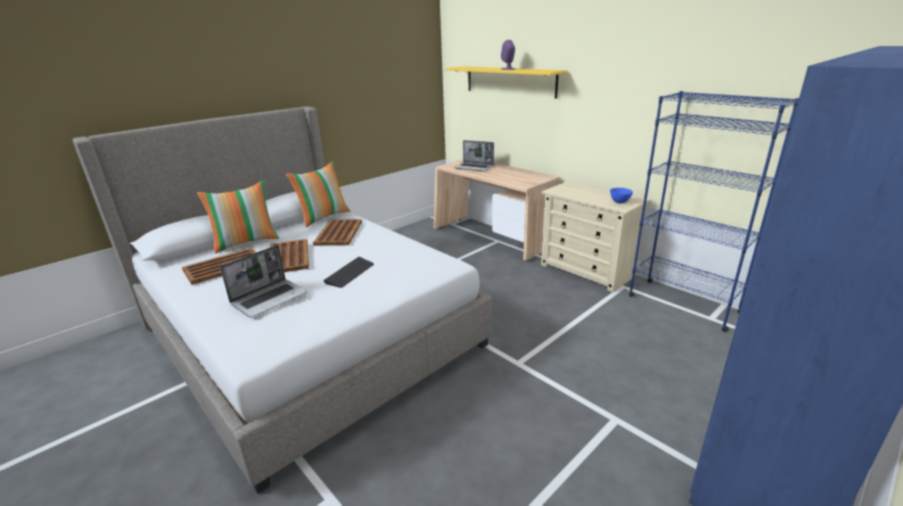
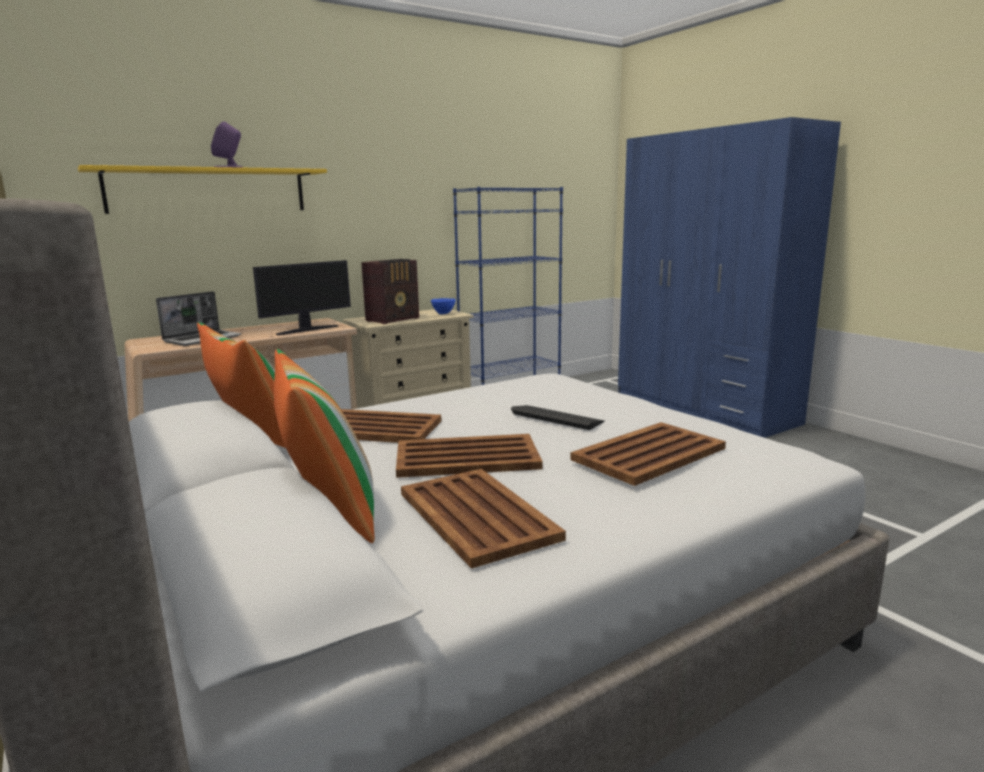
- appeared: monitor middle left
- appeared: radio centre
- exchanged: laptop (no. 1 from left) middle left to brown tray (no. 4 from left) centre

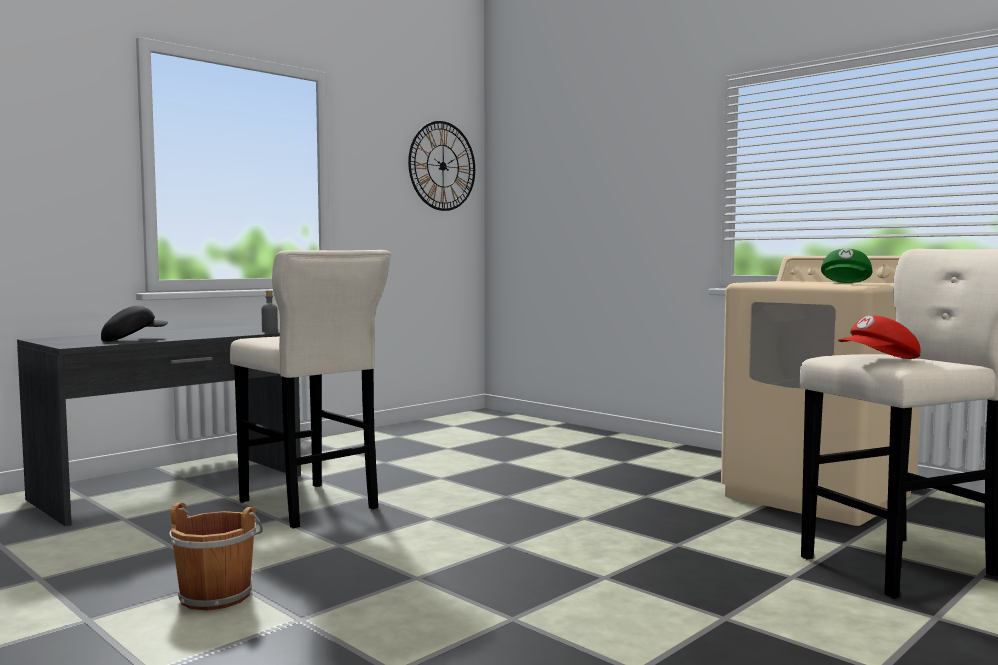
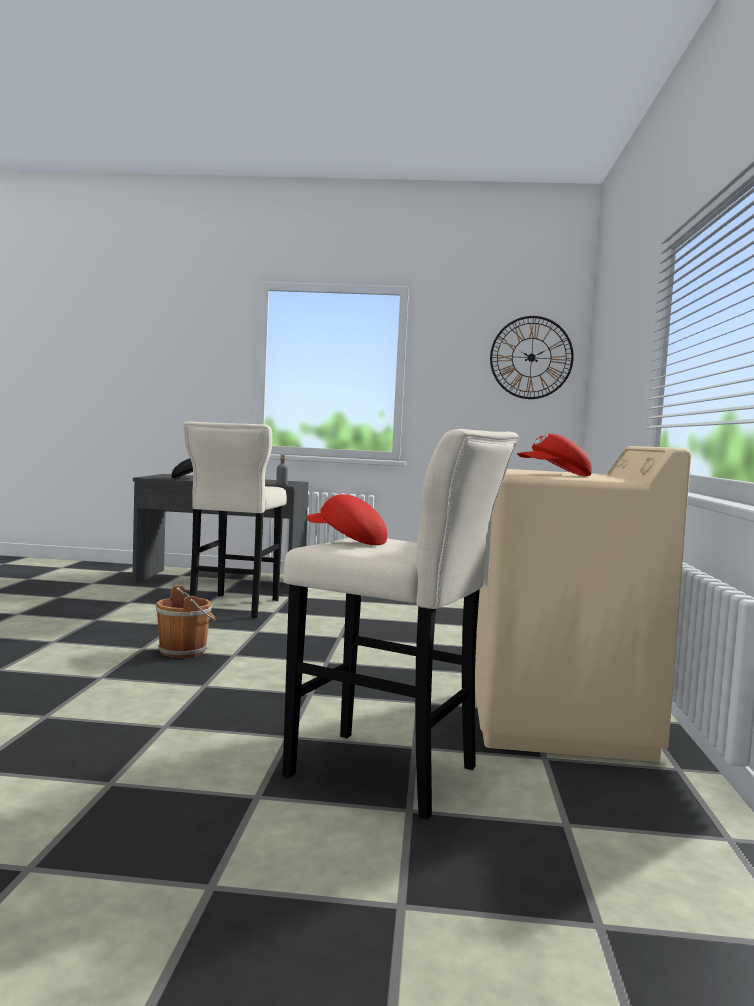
- relocated: brown bucket bottom left to middle left
- colour: green cap middle right to red cap (no. 2 from left) middle right

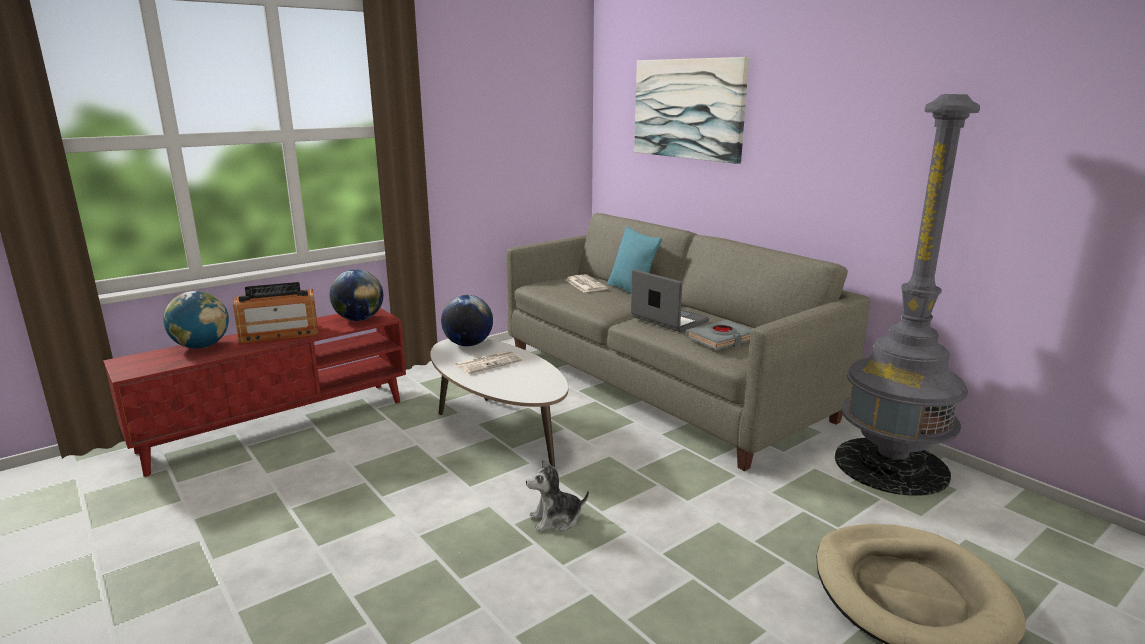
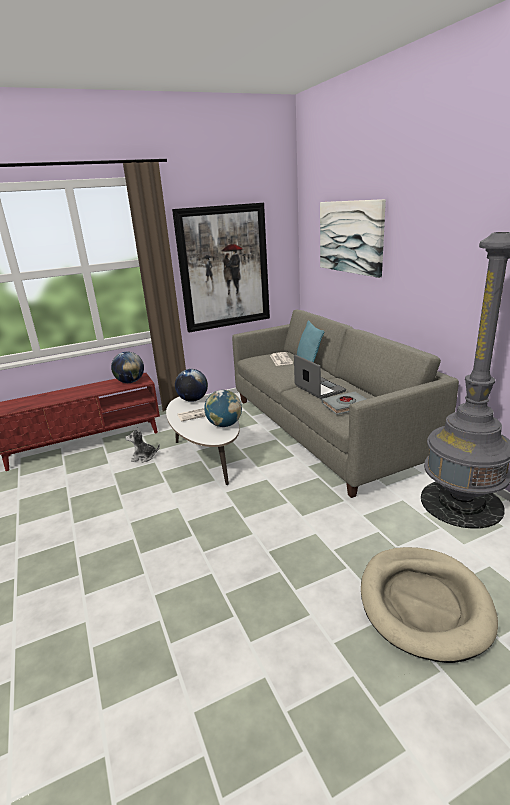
- missing: radio middle left
- appeared: picture (no. 1 from left) top centre
- relocated: globe (no. 1 from left in the first image) middle left to globe (no. 3 from left) centre
- relocated: plush toy bottom centre to middle left

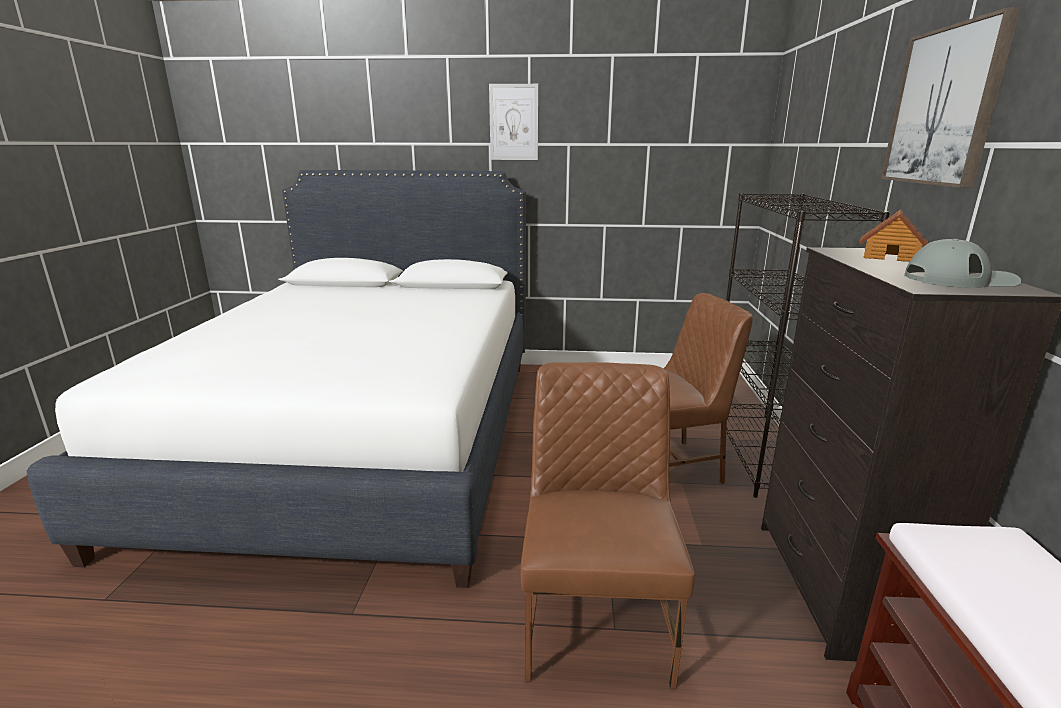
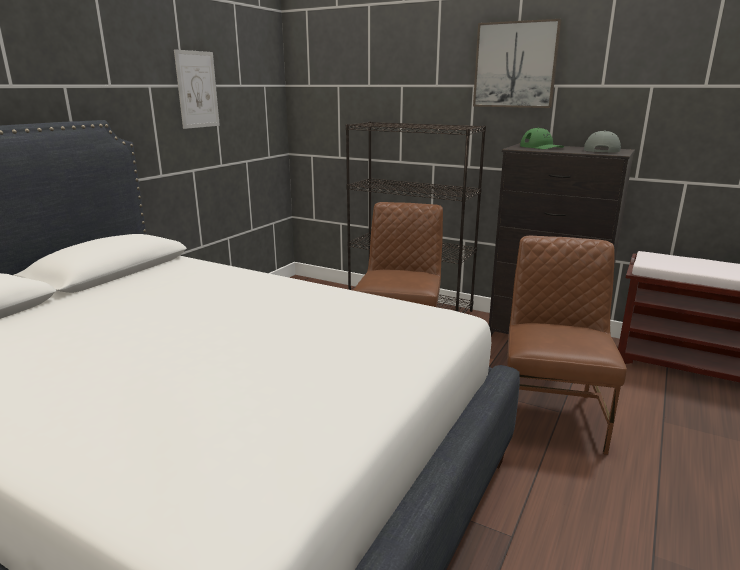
- relocated: picture (no. 1 from left) top centre to top left
- exchanged: toy house middle right to green cap top right
- spun: brown chair (no. 1 from left in the first image) bottom centre = middle right 75 degrees clockwise

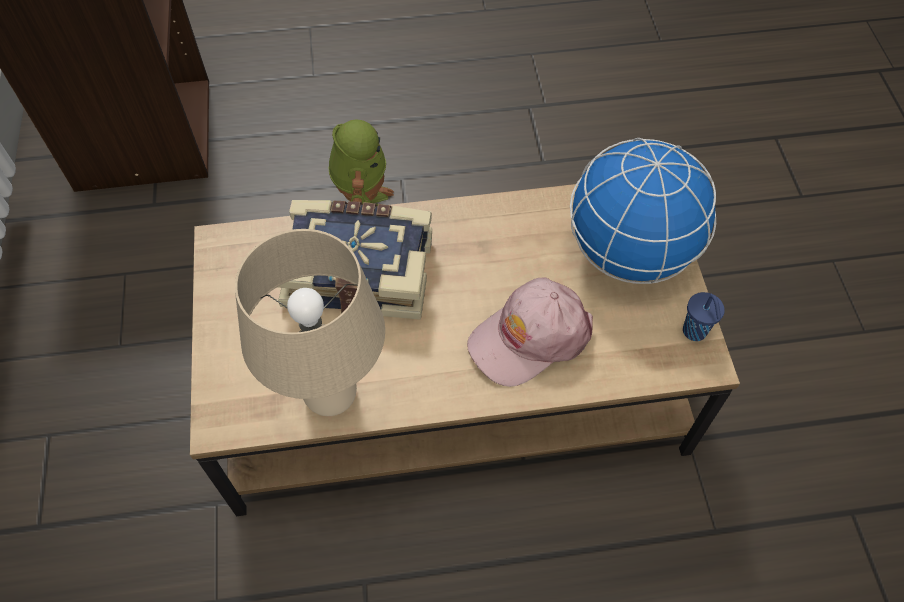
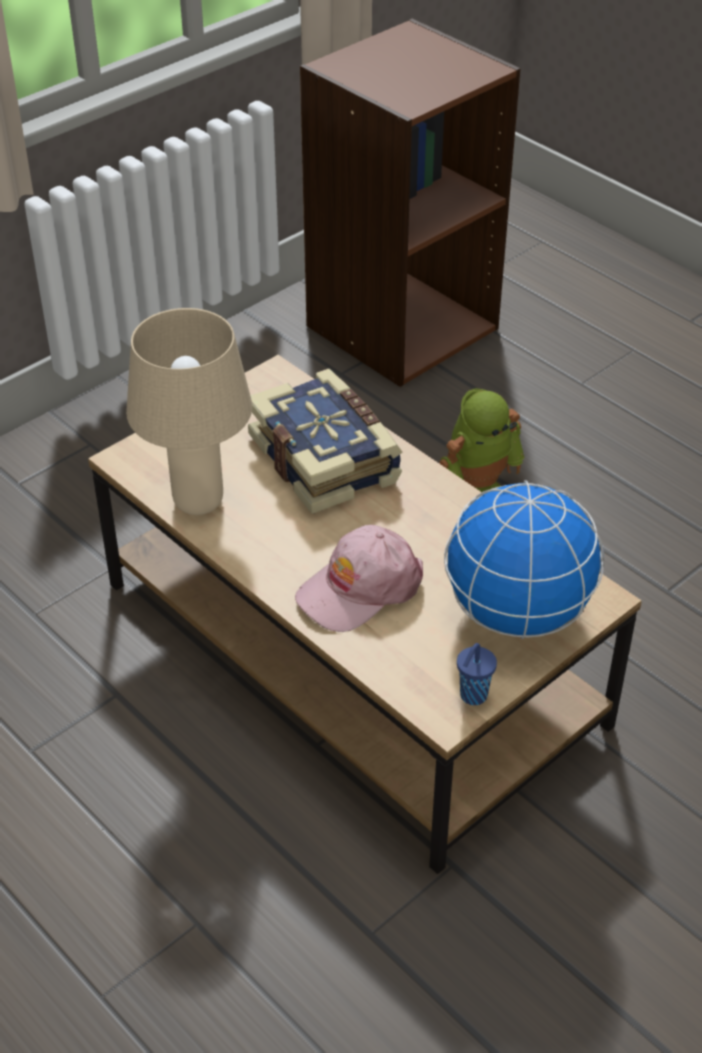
- spun: pink cap centre = centre 60 degrees counterclockwise

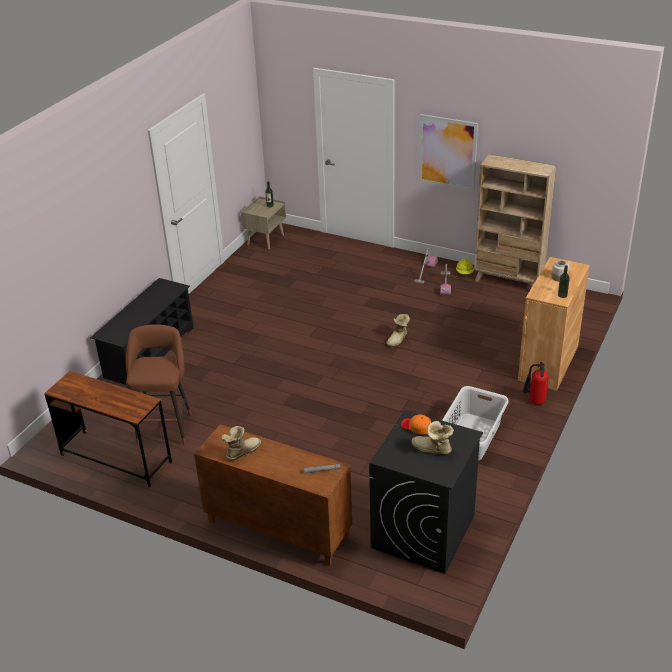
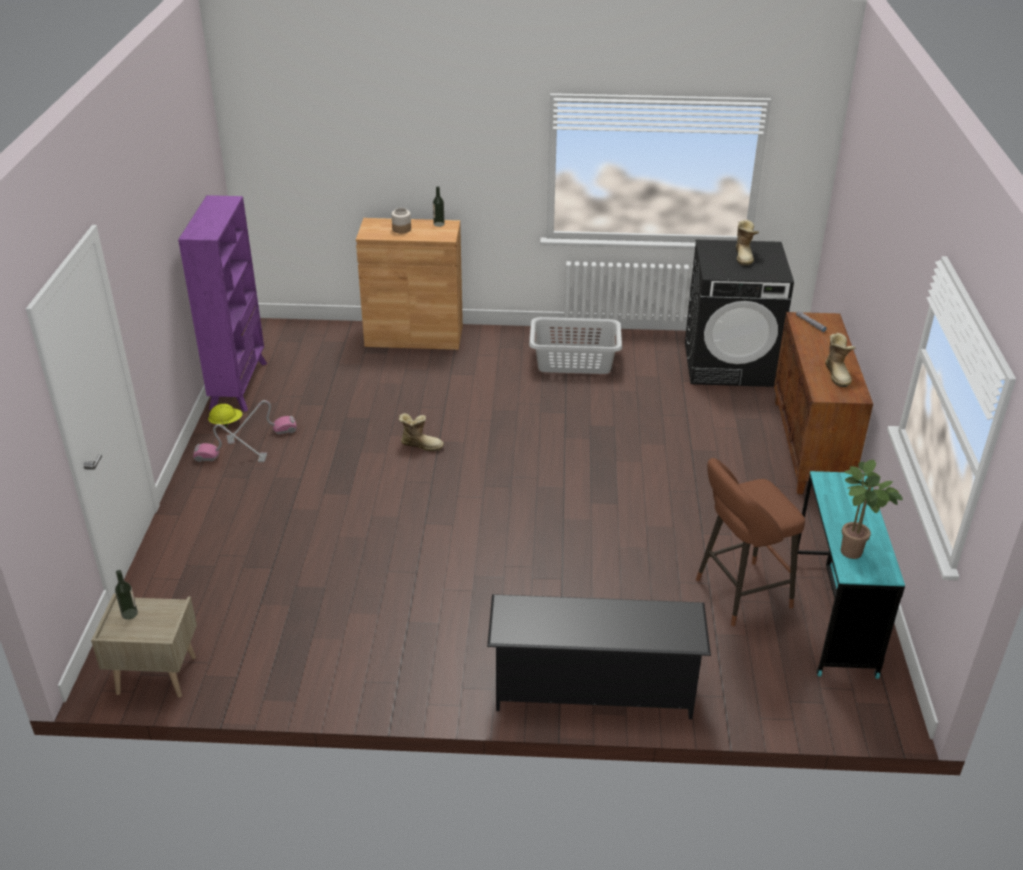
- missing: orange cap centre
- missing: picture top right
- missing: fire extinguisher middle right
- appeared: potted plant middle right
- colour: brown desk middle left to turquoise desk middle right
- colour: beige bookcase top right to purple bookcase middle left
- spun: boot (no. 1 from left in the first image) centre = middle right 120 degrees counterclockwise

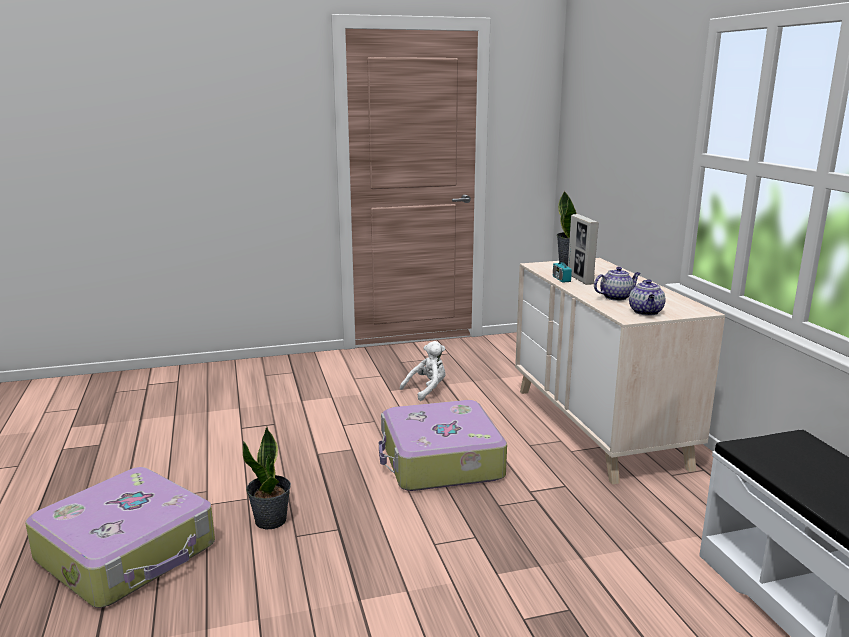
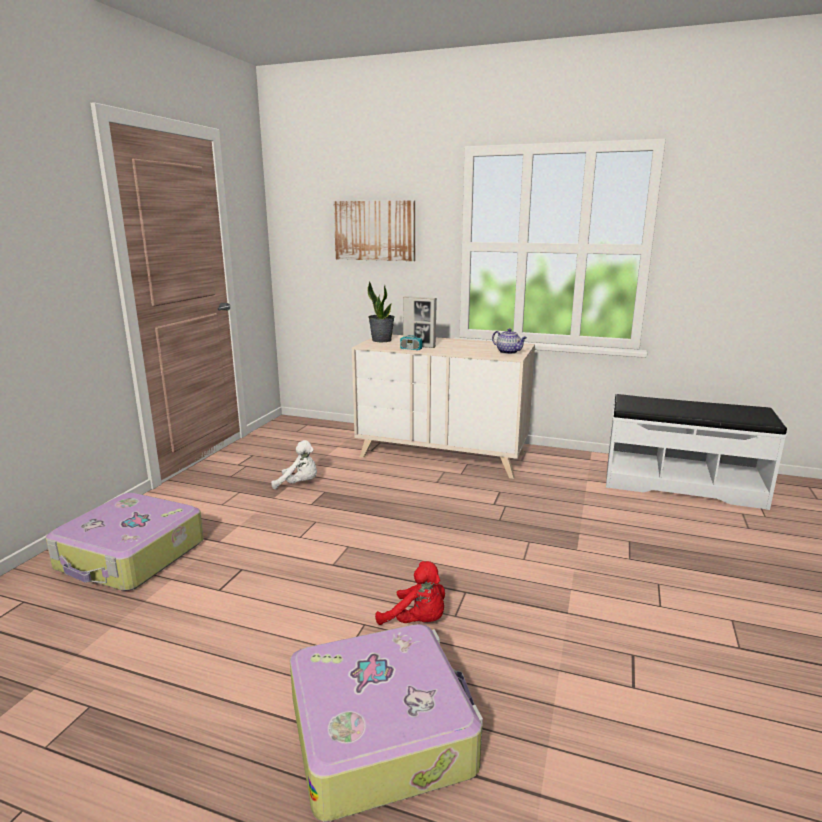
- missing: teapot (no. 1 from left) middle right
- appeared: picture top centre
- relocated: suitcase (no. 2 from left in the first image) bottom centre to suitcase (no. 1 from left) middle left
- exchanged: potted plant (no. 1 from left) bottom left to red plush toy bottom centre
- spun: white plush toy centre = centre 105 degrees clockwise

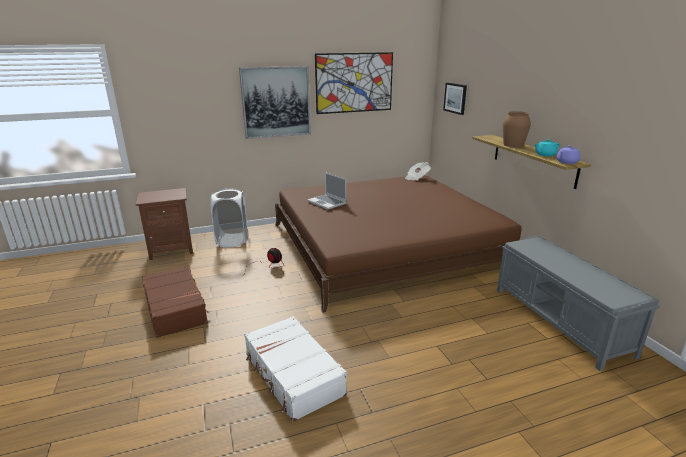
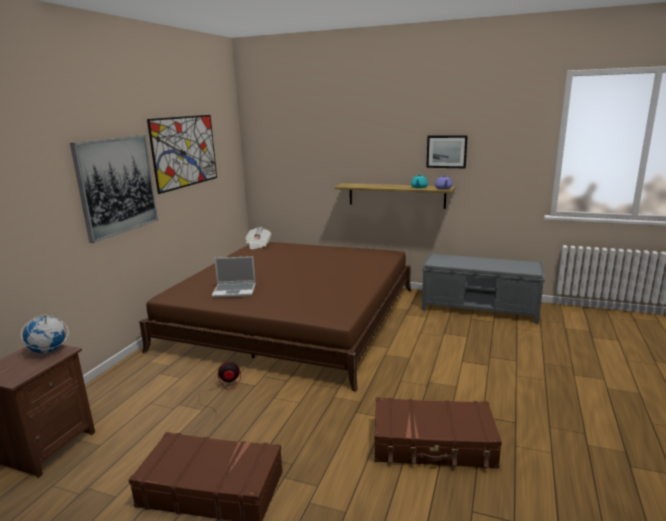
- missing: white laundry basket middle left
- missing: brown vase top right
- appeared: globe middle left
- relocated: picture (no. 3 from left) top centre to top right
- colour: white suitcase bottom centre to brown suitcase (no. 2 from left) bottom centre

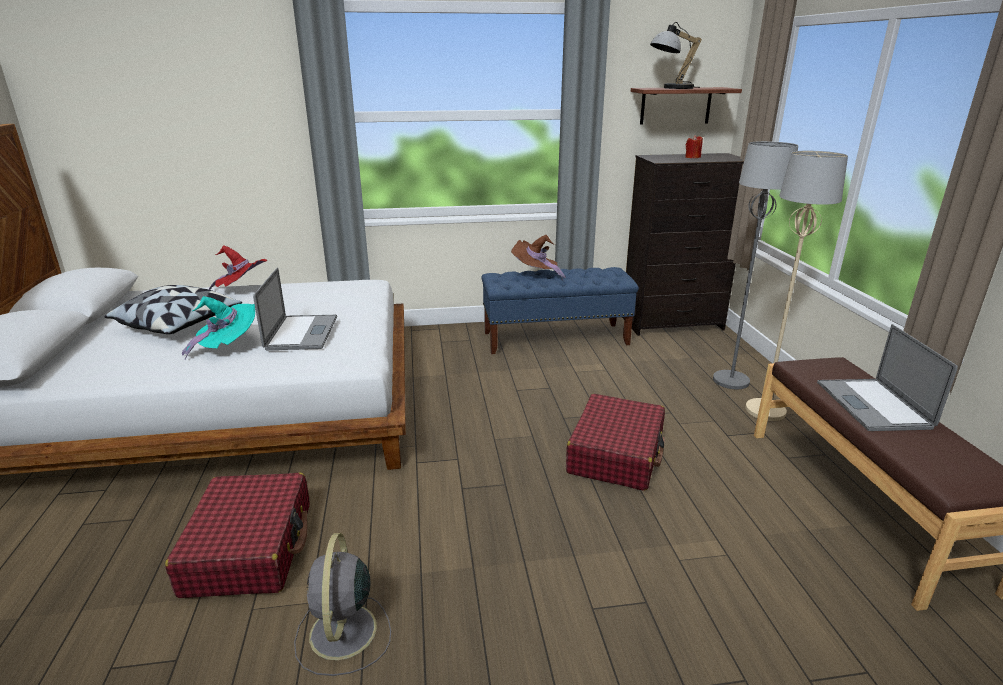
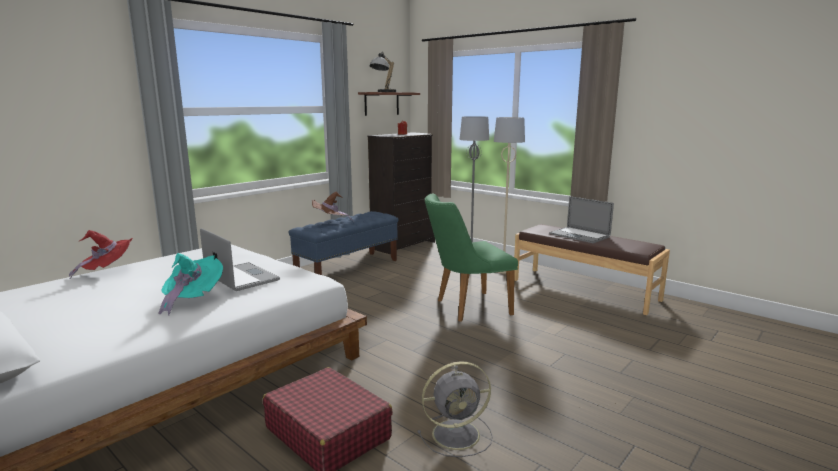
- missing: pillow middle left
- exchanged: red suitcase (no. 2 from left) centre to green chair centre
- spun: grey fan bottom centre = bottom centre 60 degrees counterclockwise

